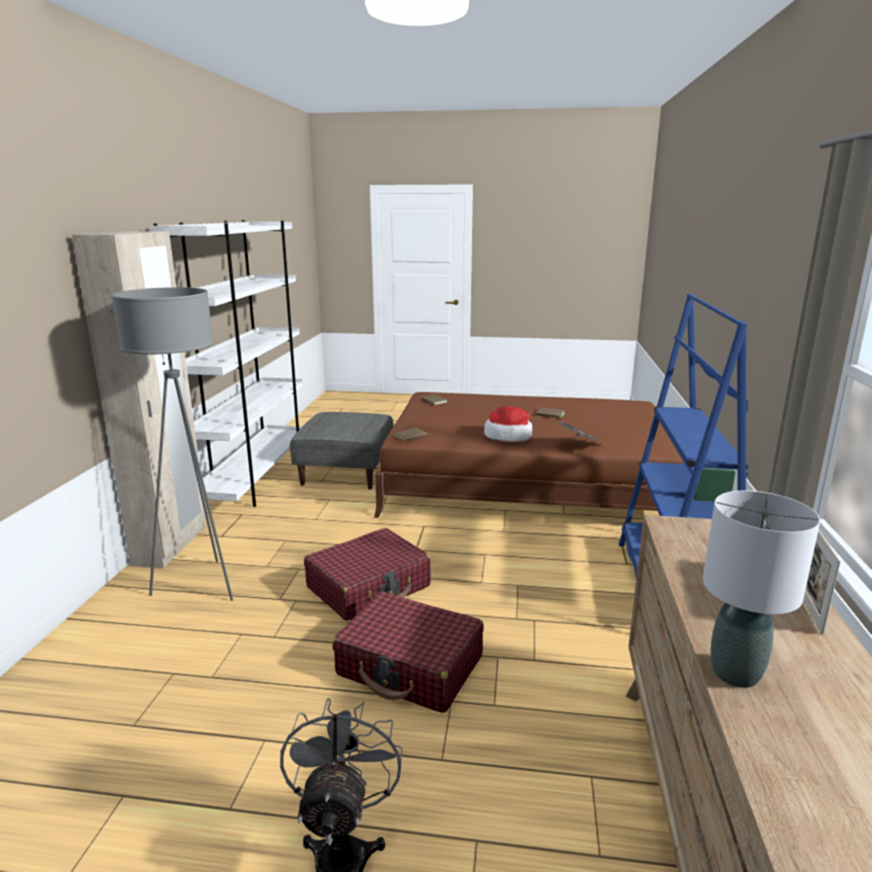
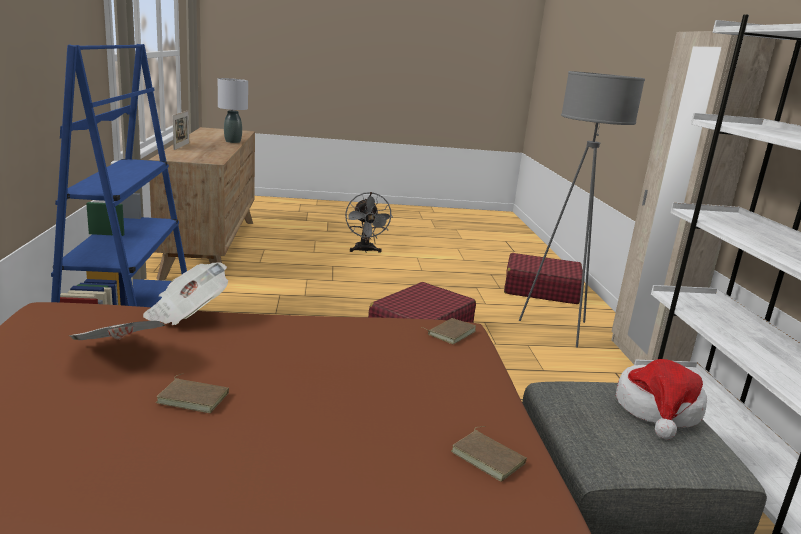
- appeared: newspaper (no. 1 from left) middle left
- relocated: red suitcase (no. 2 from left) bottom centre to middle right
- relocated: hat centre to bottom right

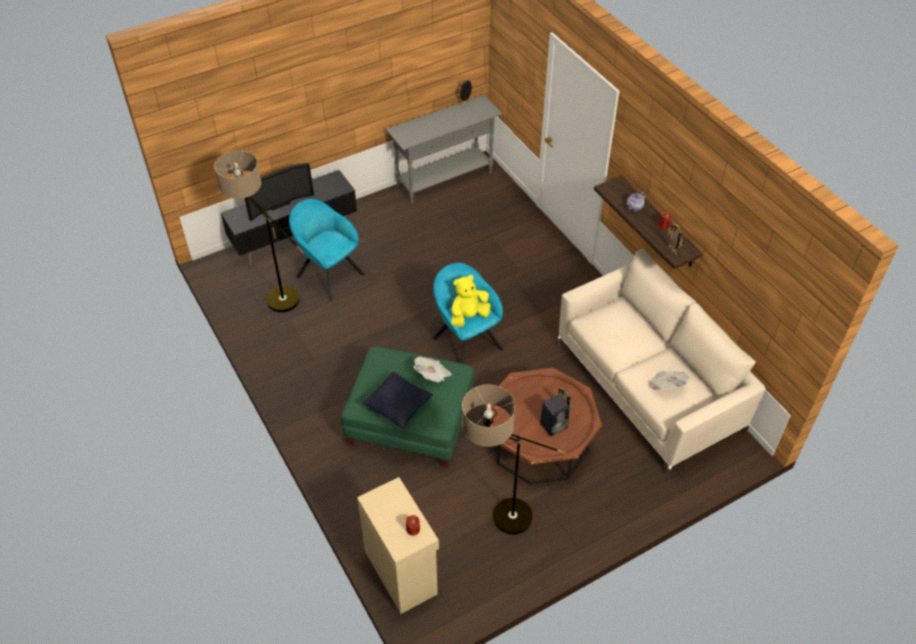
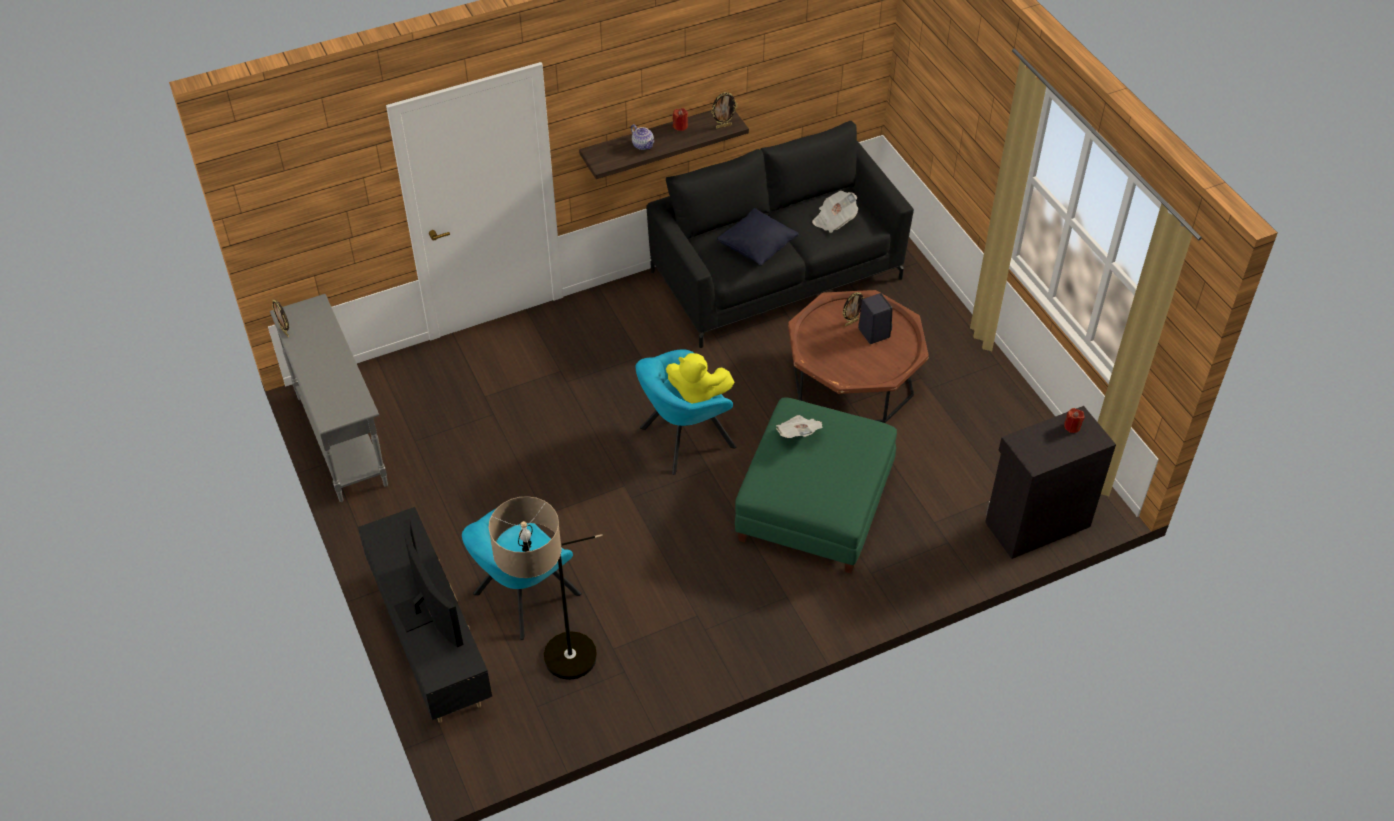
- missing: floor lamp (no. 2 from left) bottom centre
- relocated: black pillow centre to top centre
- colour: beige cabinet bottom centre to black cabinet middle right
- colour: beige sofa middle right to black sofa top centre
- spun: yellow plush toy centre = centre 45 degrees counterclockwise

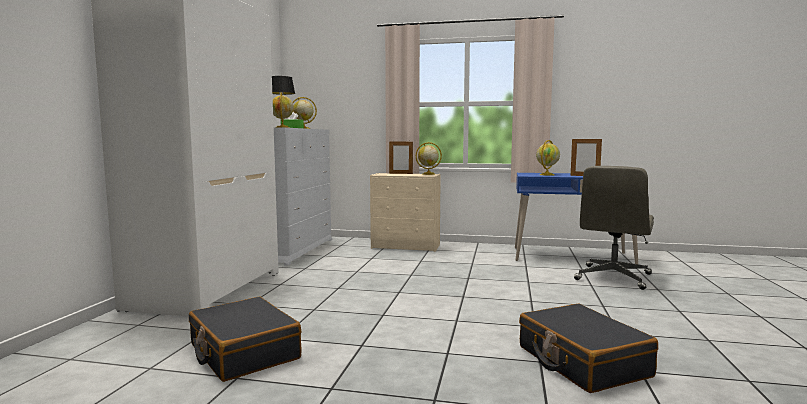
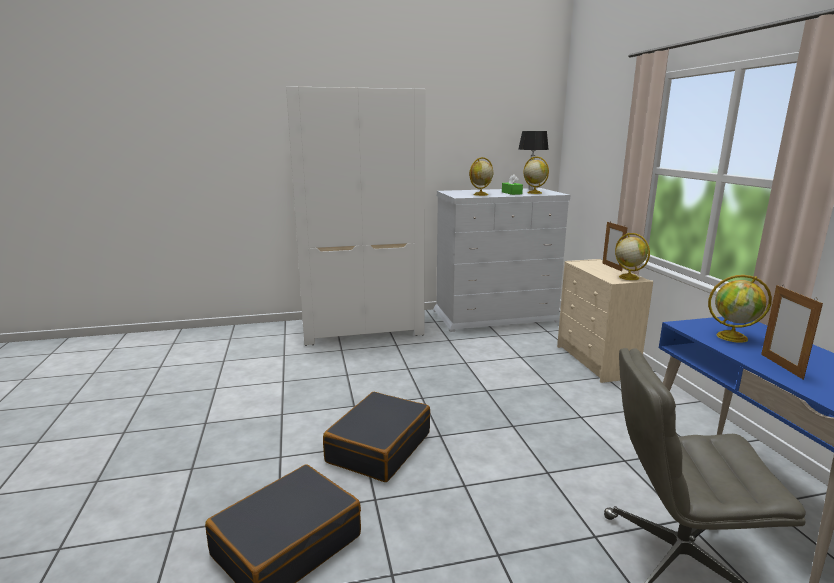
- relocated: black suitcase (no. 1 from left in the first image) bottom left to black suitcase (no. 2 from left) bottom centre

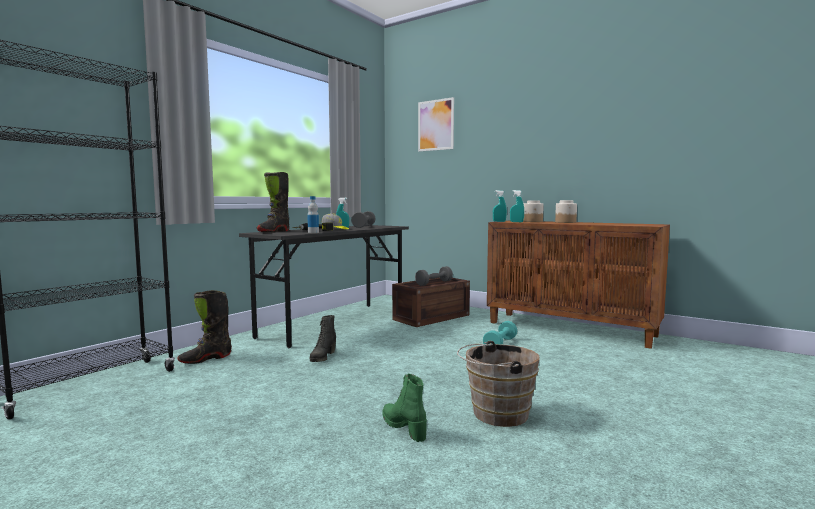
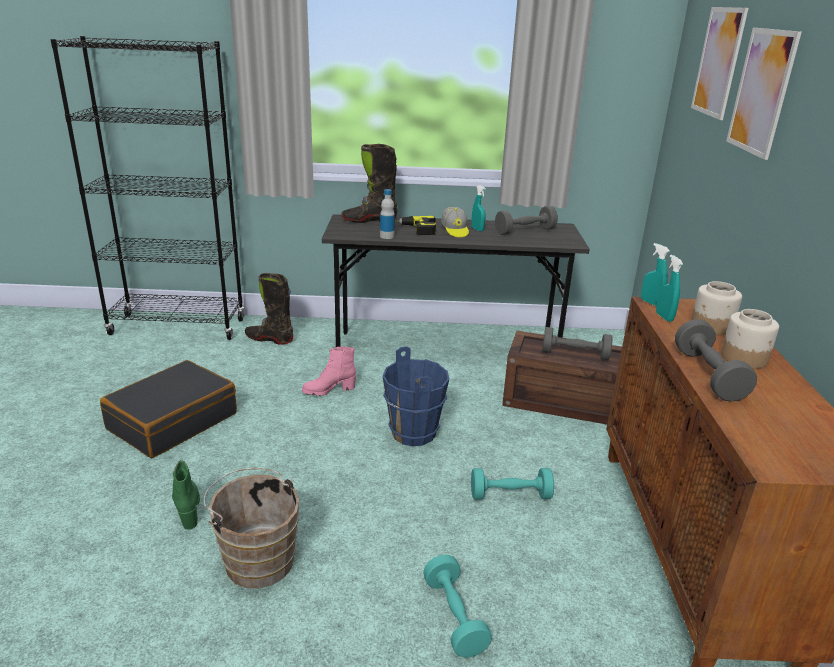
- appeared: black suitcase middle left
- appeared: blue bucket centre
- appeared: turquoise dumbbell (no. 1 from left) bottom centre
- appeared: grey dumbbell (no. 3 from left) middle right
- appeared: picture (no. 2 from left) top right
- colour: black boot (no. 3 from left) centre to pink boot centre
- spun: green boot bottom centre = bottom left 45 degrees counterclockwise

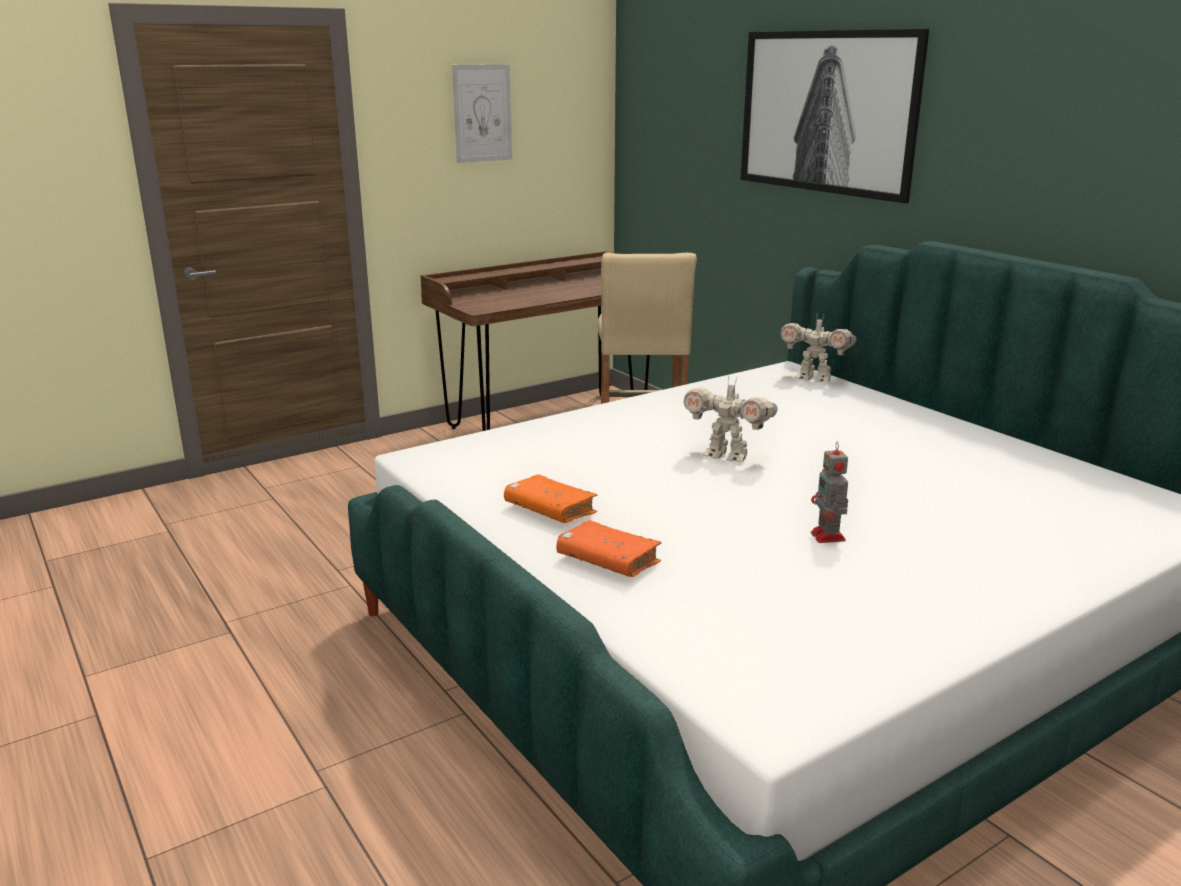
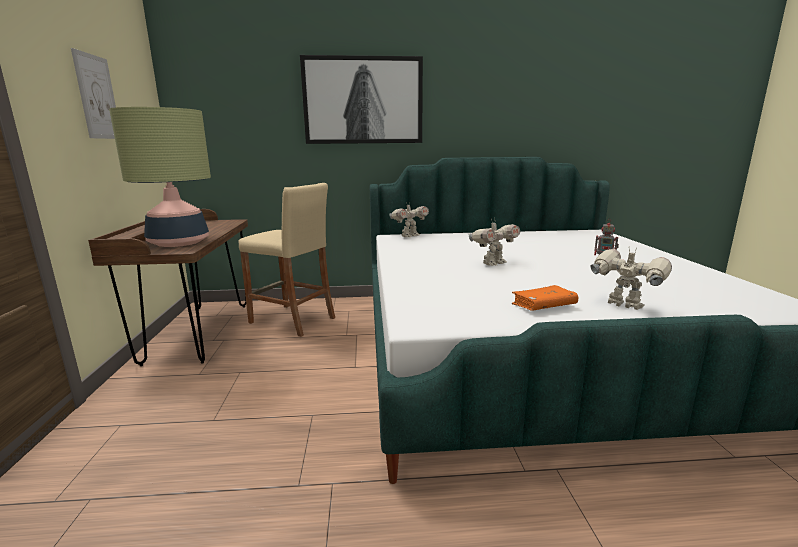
- appeared: table lamp top left
- exchanged: orange book (no. 2 from left) centre to toy robot (no. 4 from left) middle right

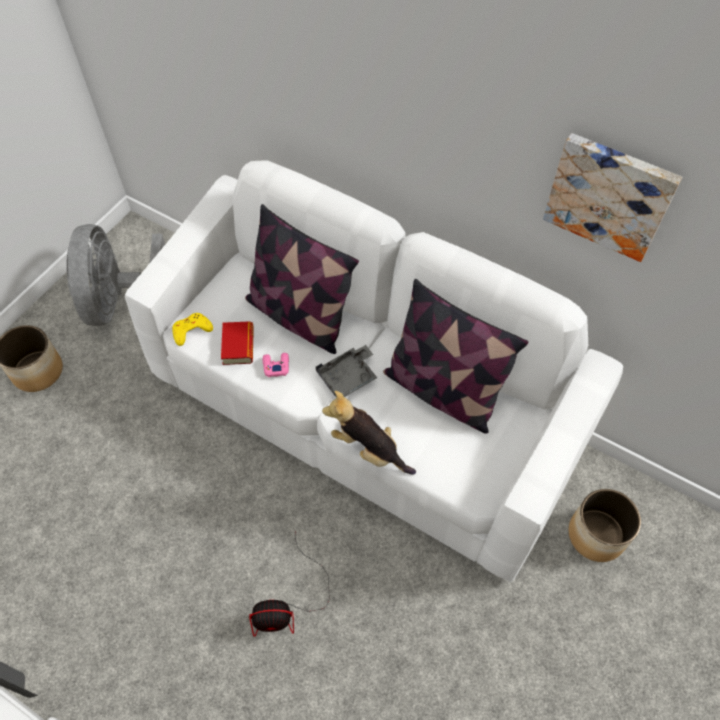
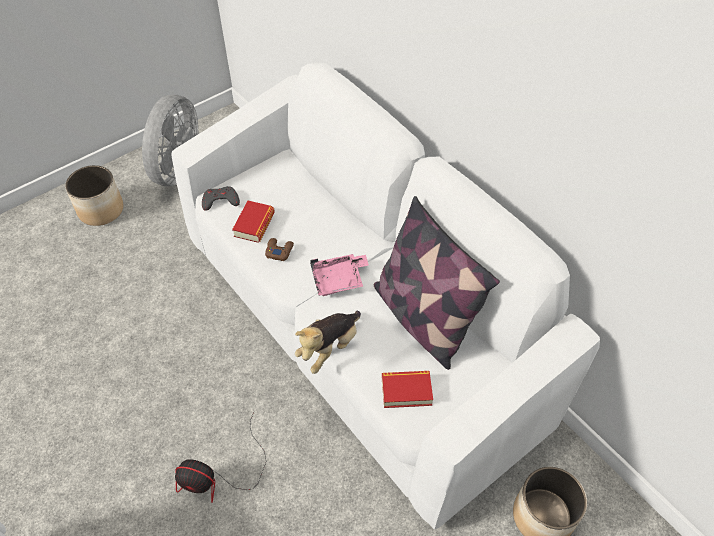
- missing: pillow (no. 1 from left) centre
- missing: picture top right
- appeared: book (no. 2 from left) bottom centre
- colour: yellow game controller middle left to grey game controller middle left
- colour: pink game controller centre to brown game controller centre
- colour: grey tray centre to pink tray centre
- spun: plush toy centre = centre 105 degrees counterclockwise

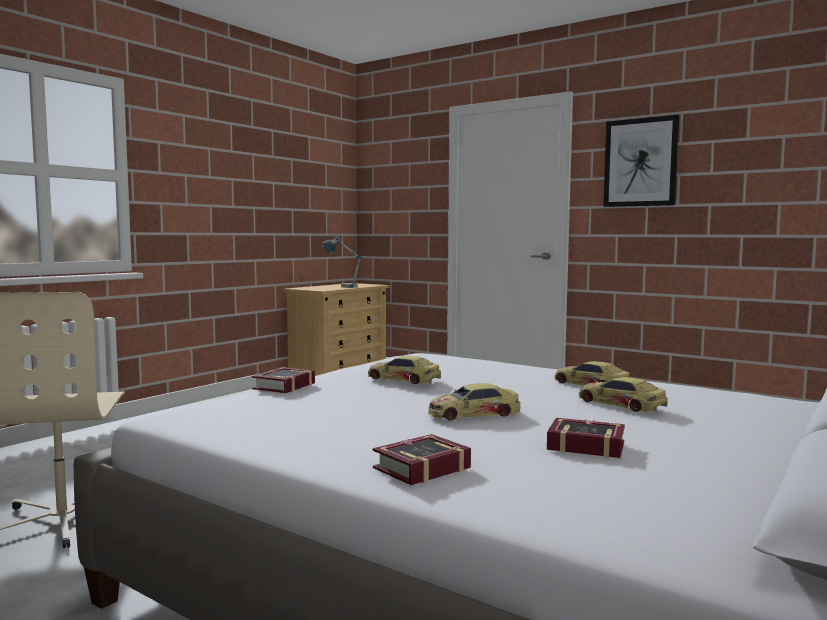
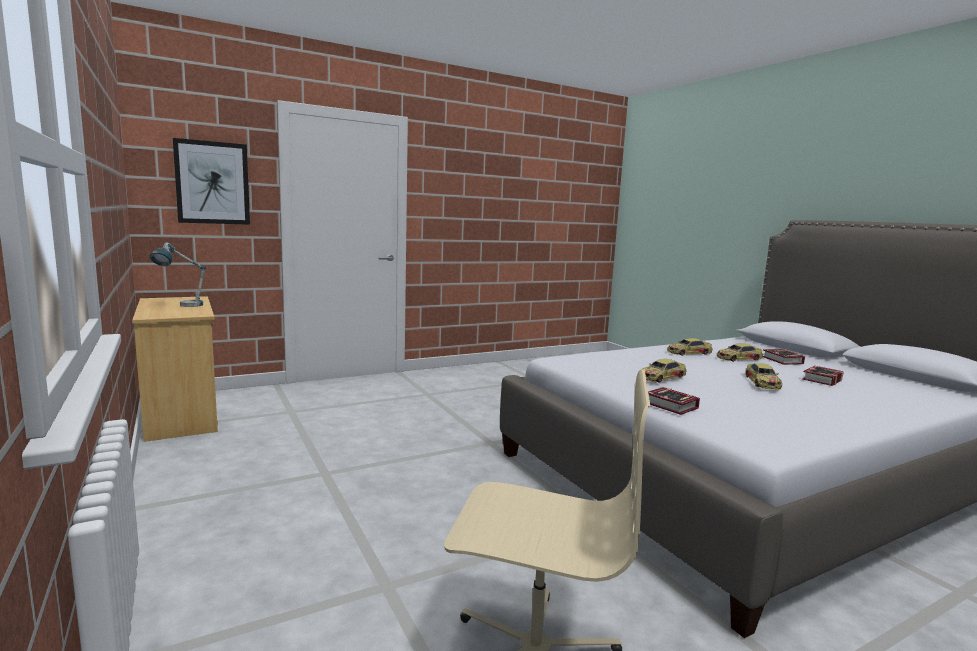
- relocated: book (no. 2 from left) bottom centre to middle right
- relocated: picture top right to top left

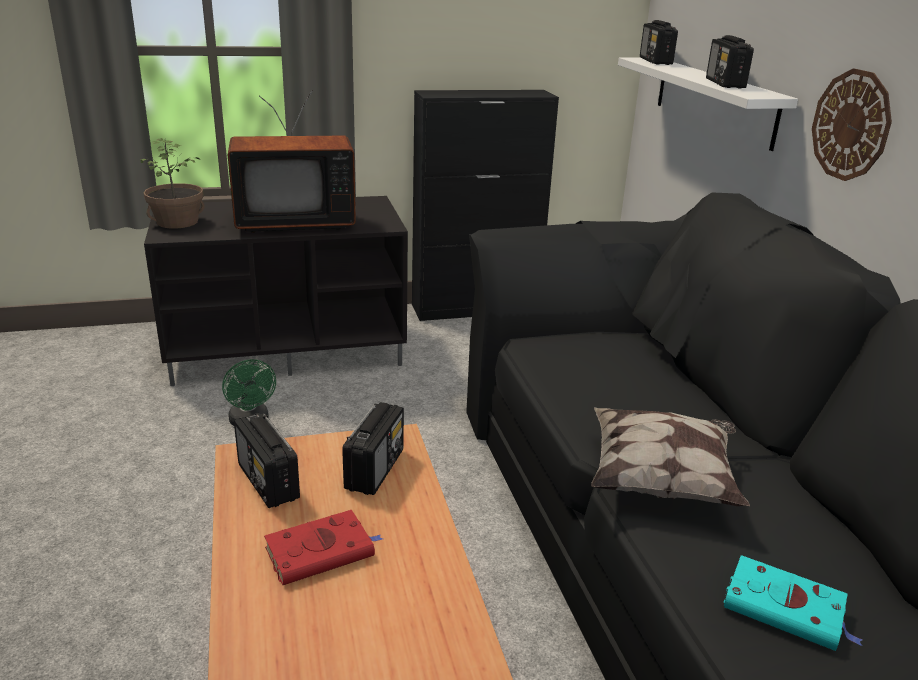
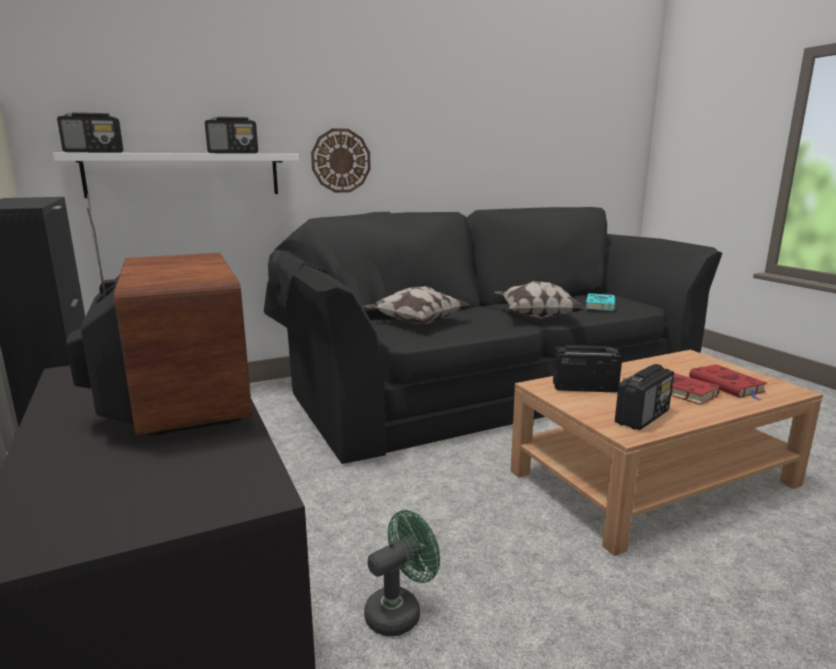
- missing: potted plant top left
- appeared: pillow (no. 1 from left) centre
- appeared: red book (no. 2 from left) middle right

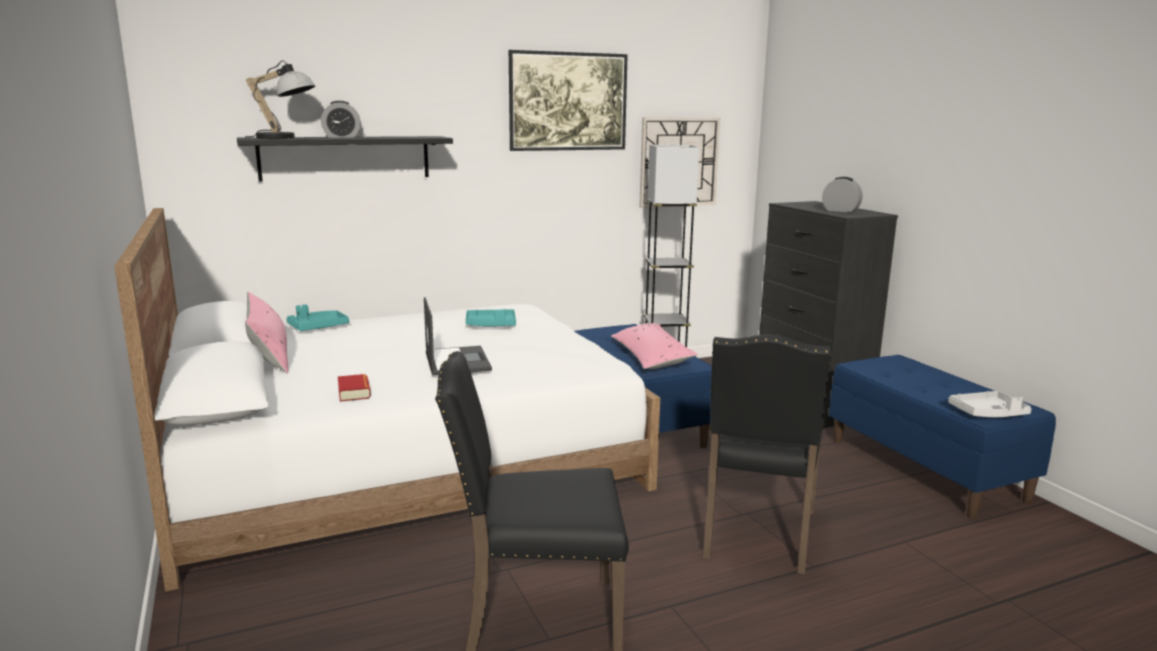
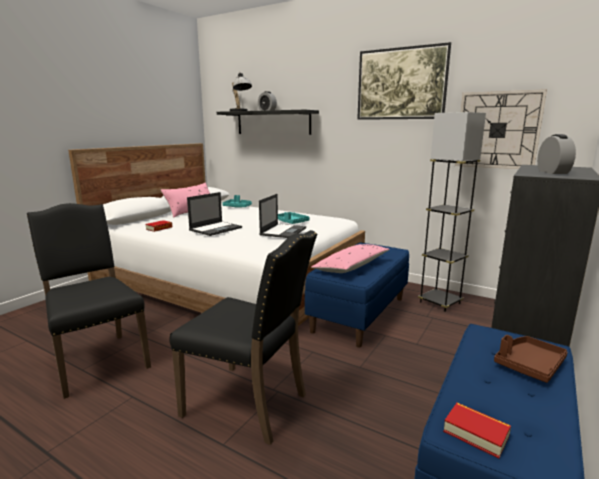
- appeared: laptop (no. 2 from left) centre
- appeared: brown tray bottom right
- exchanged: grey tray middle right to book (no. 2 from left) bottom right
- spun: black chair (no. 2 from left) bottom centre = bottom centre 135 degrees counterclockwise

